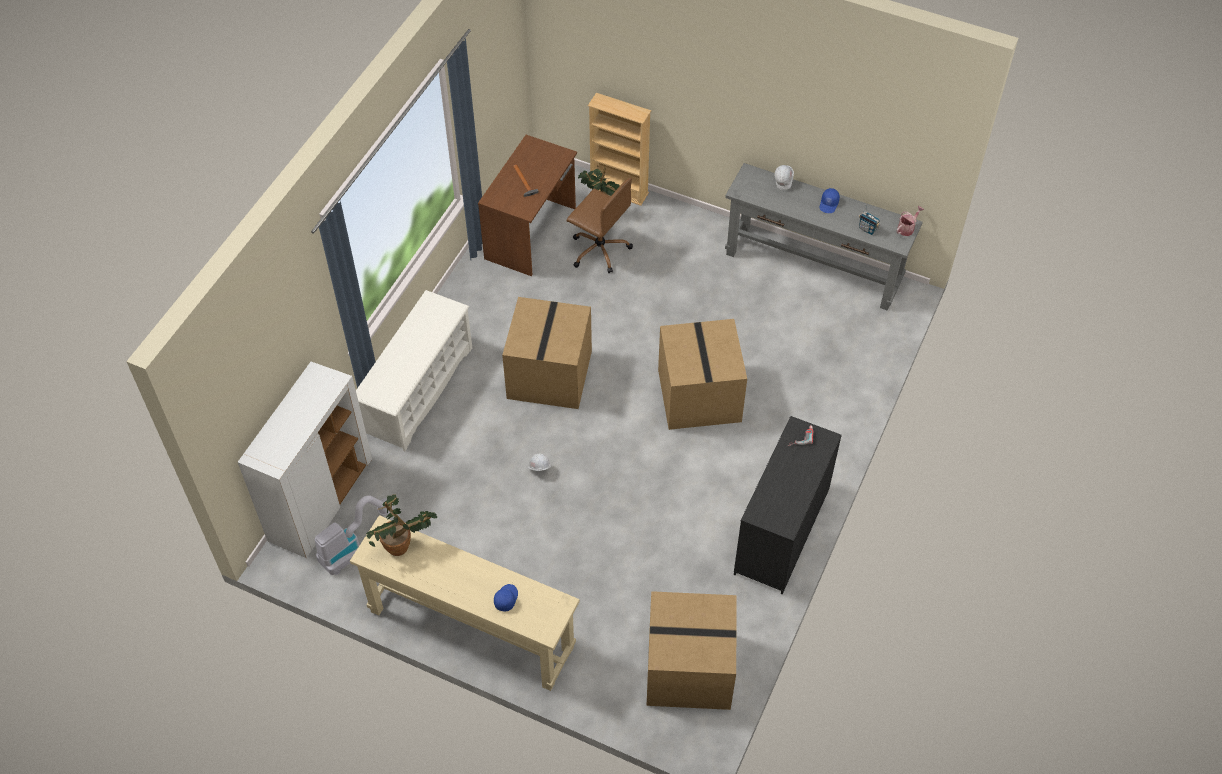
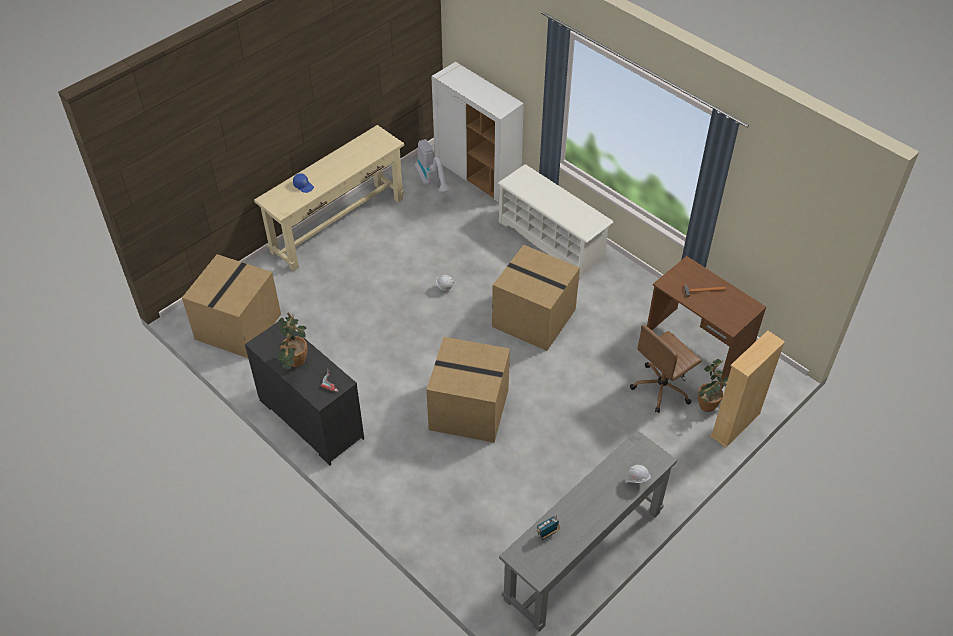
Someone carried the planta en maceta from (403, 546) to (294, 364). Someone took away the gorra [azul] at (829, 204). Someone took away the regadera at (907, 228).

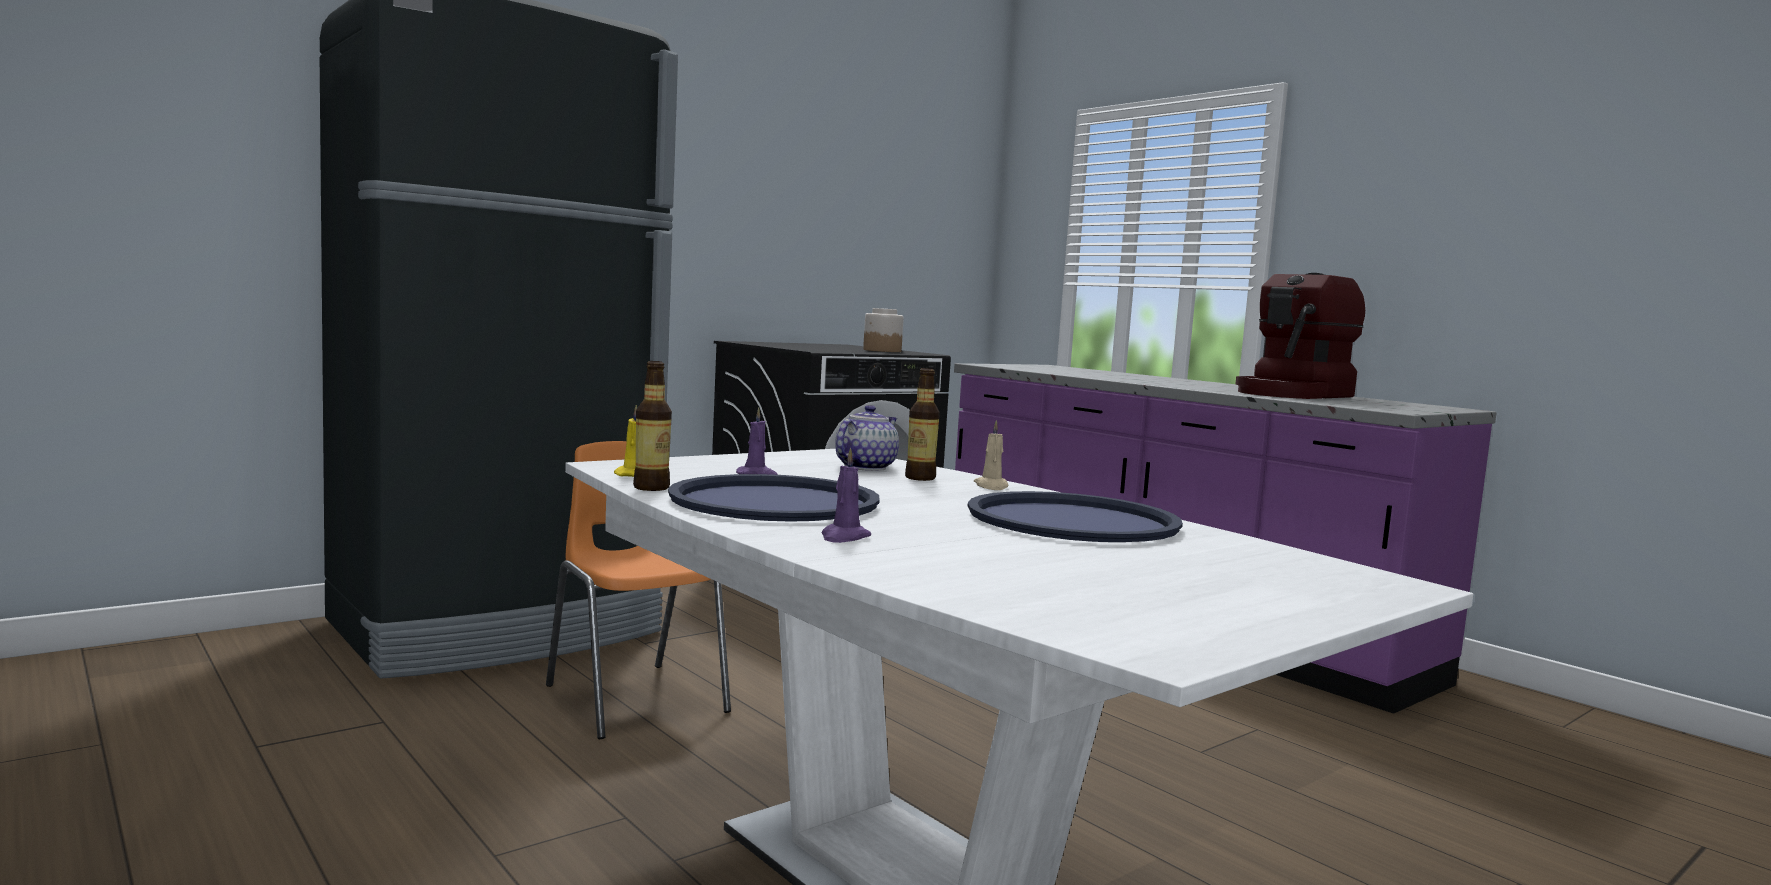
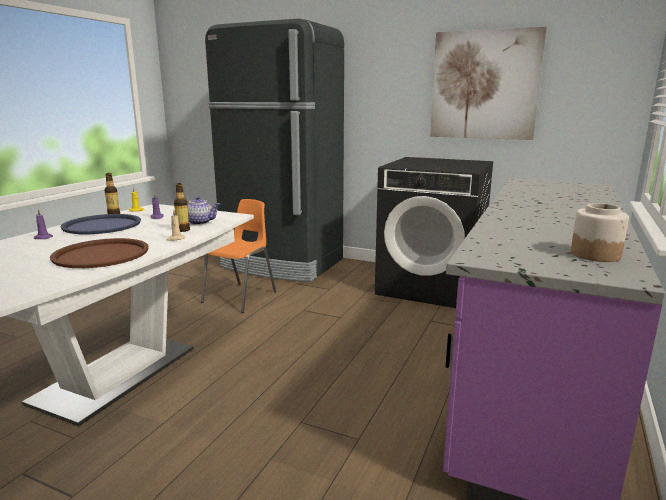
Someone repainted the bandeja [azul] at (1072, 520), which became the bandeja [marrón] at (101, 254). Someone put up the cuadro at (484, 85). Someone carried the tarro from (882, 350) to (595, 254). Someone took away the cafetera at (1294, 394).

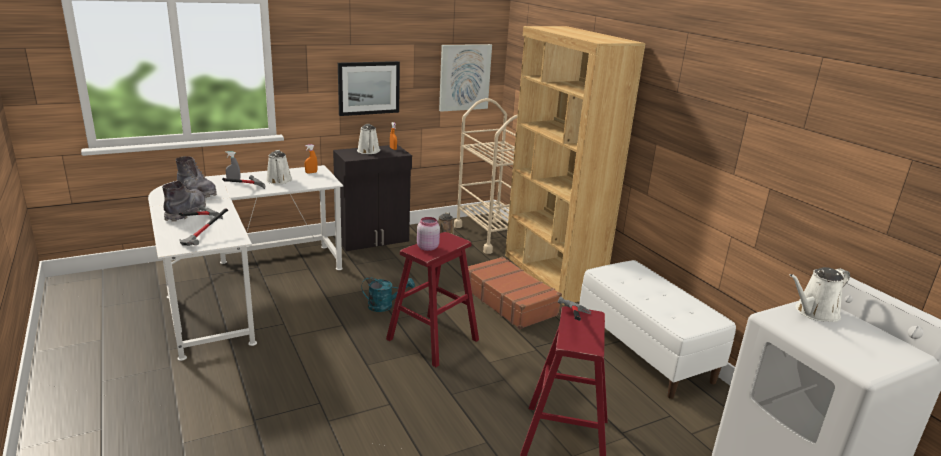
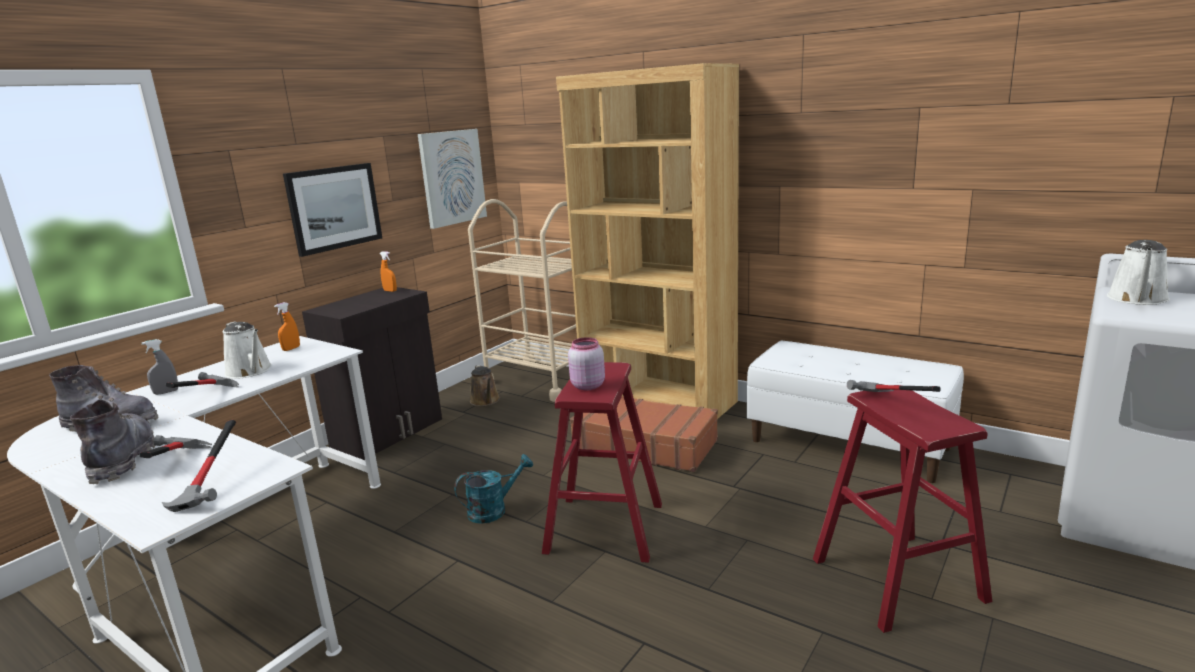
Someone took away the regadera [blanco] at (369, 151).

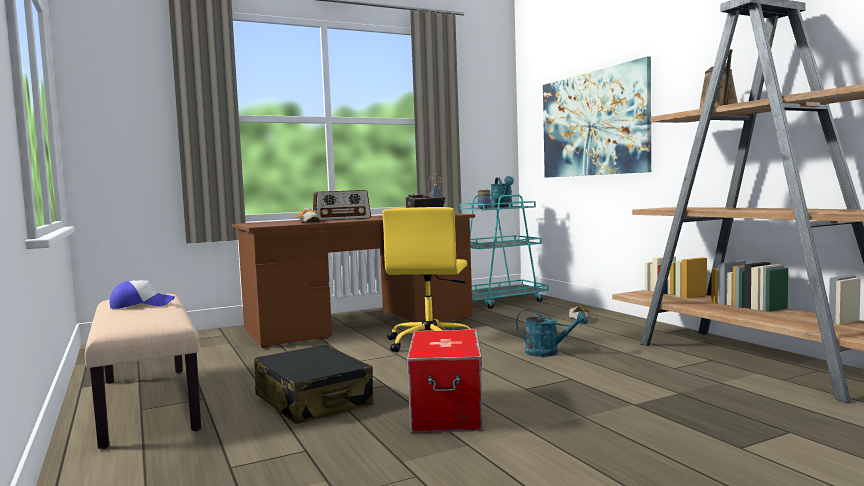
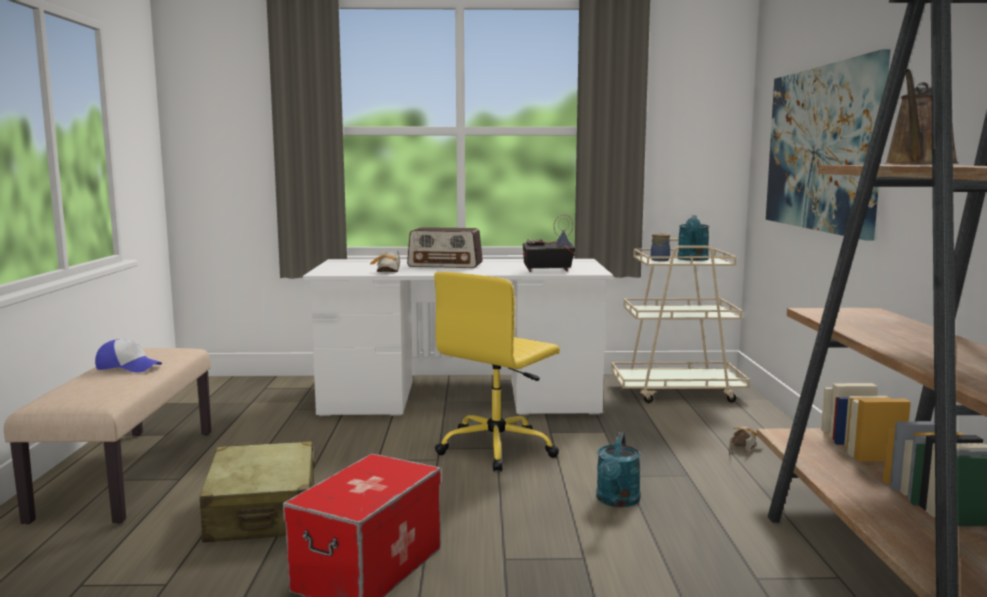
Someone repainted the maleta [negro] at (313, 401), which became the maleta [beis] at (263, 512). Someone repainted the escritorio [marrón] at (359, 324), which became the escritorio [blanco] at (461, 399). Someone rotated the regadera [turquesa] at (548, 353) by 60 degrees clockwise. Someone repainted the carrito [turquesa] at (500, 302), which became the carrito [beis] at (677, 392).

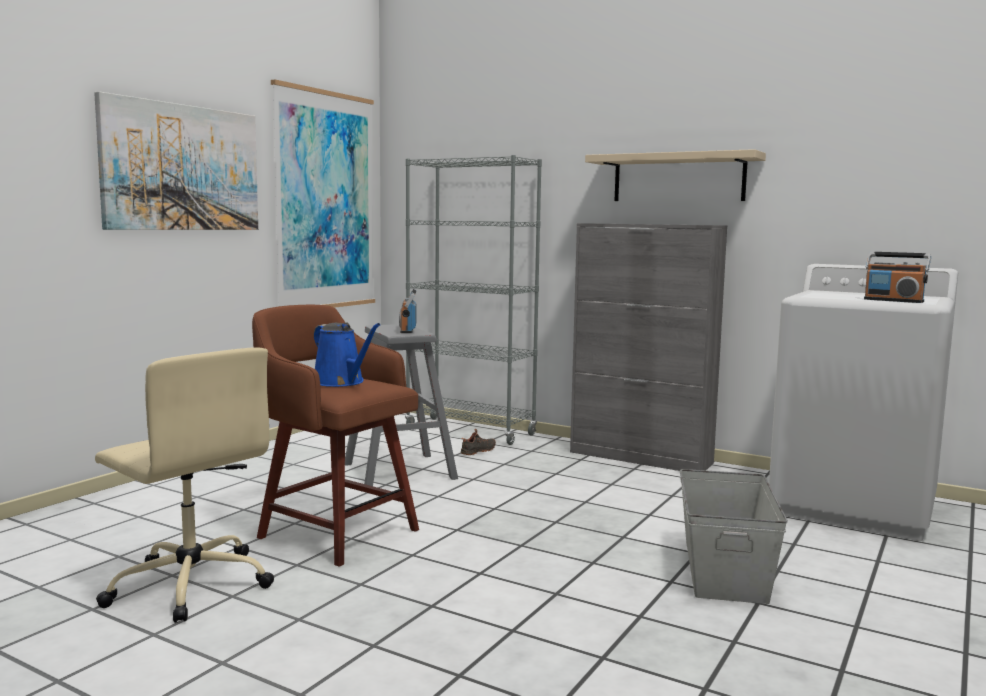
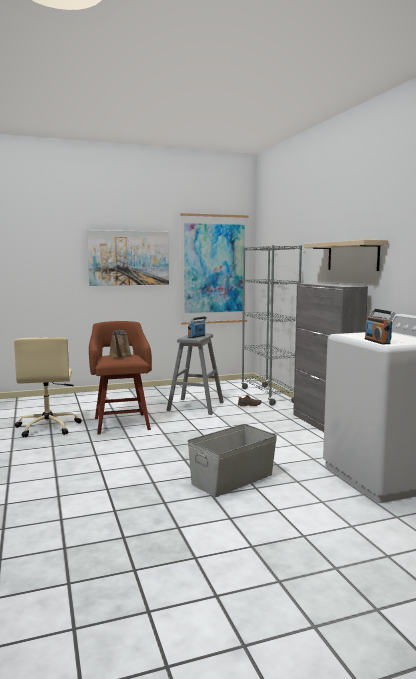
Someone repainted the regadera [azul] at (341, 382), which became the regadera [marrón] at (119, 356).

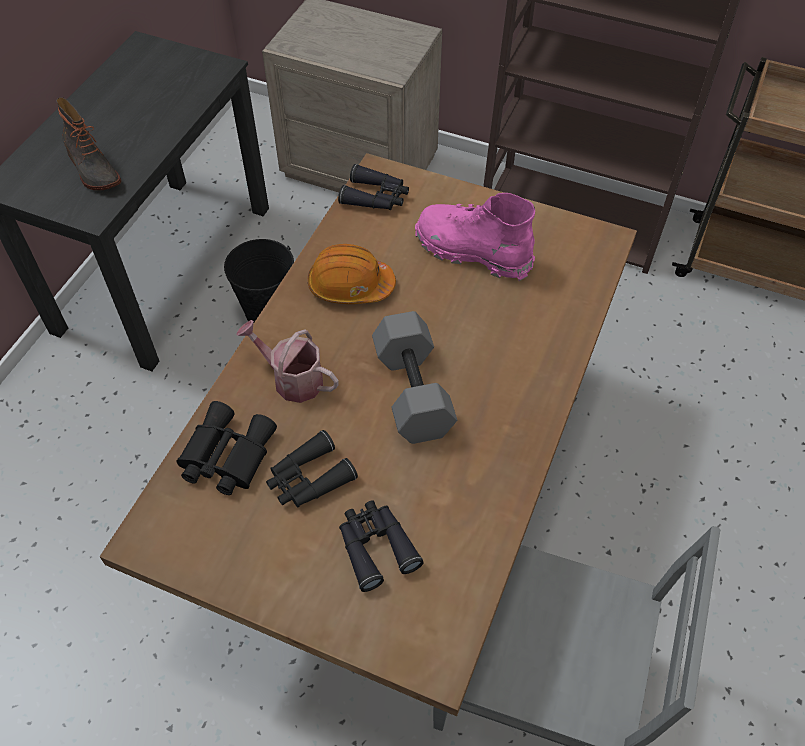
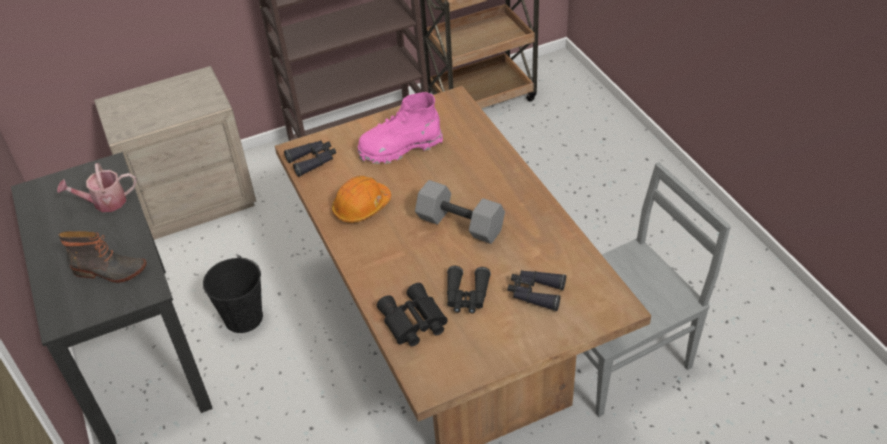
Someone carried the regadera from (292, 379) to (105, 202).

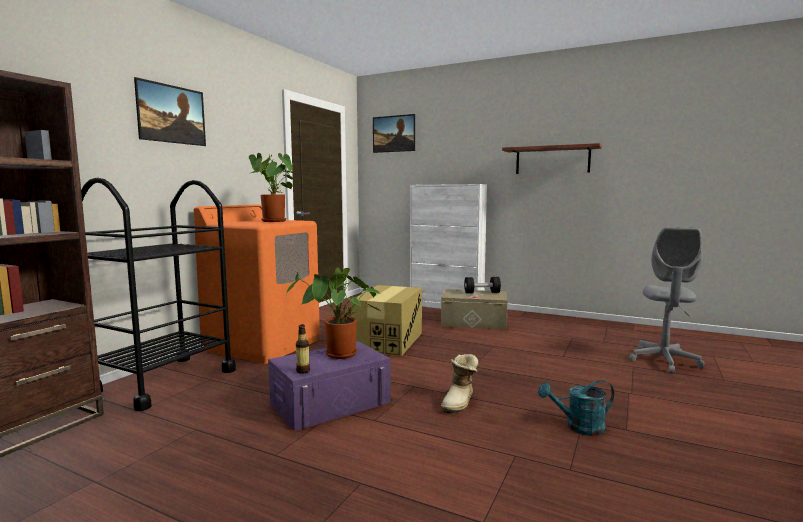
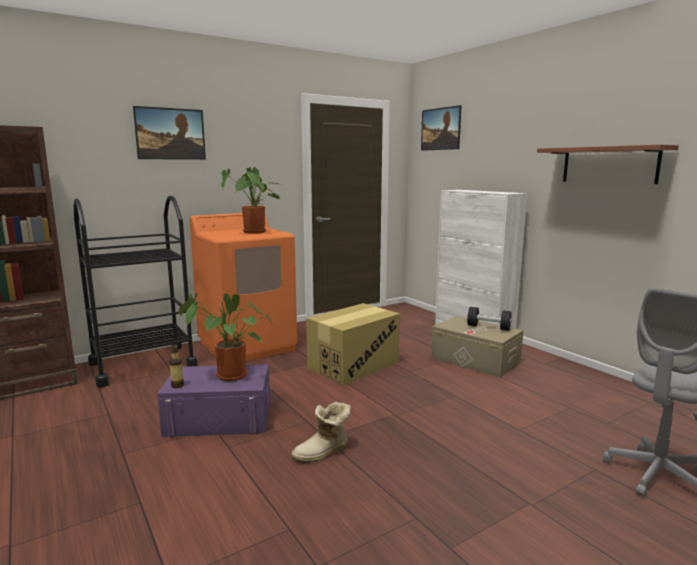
Someone took away the regadera [turquesa] at (579, 427).

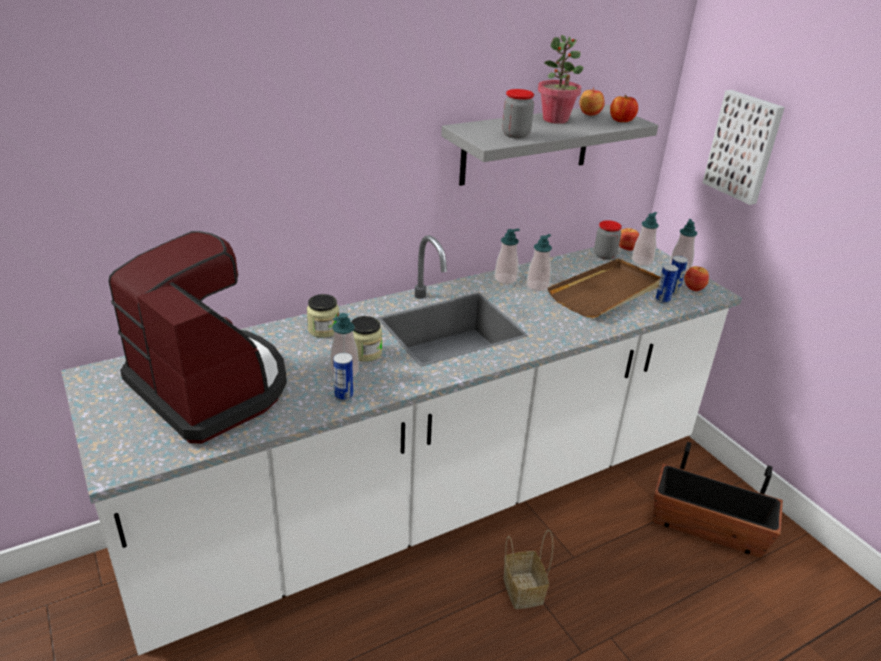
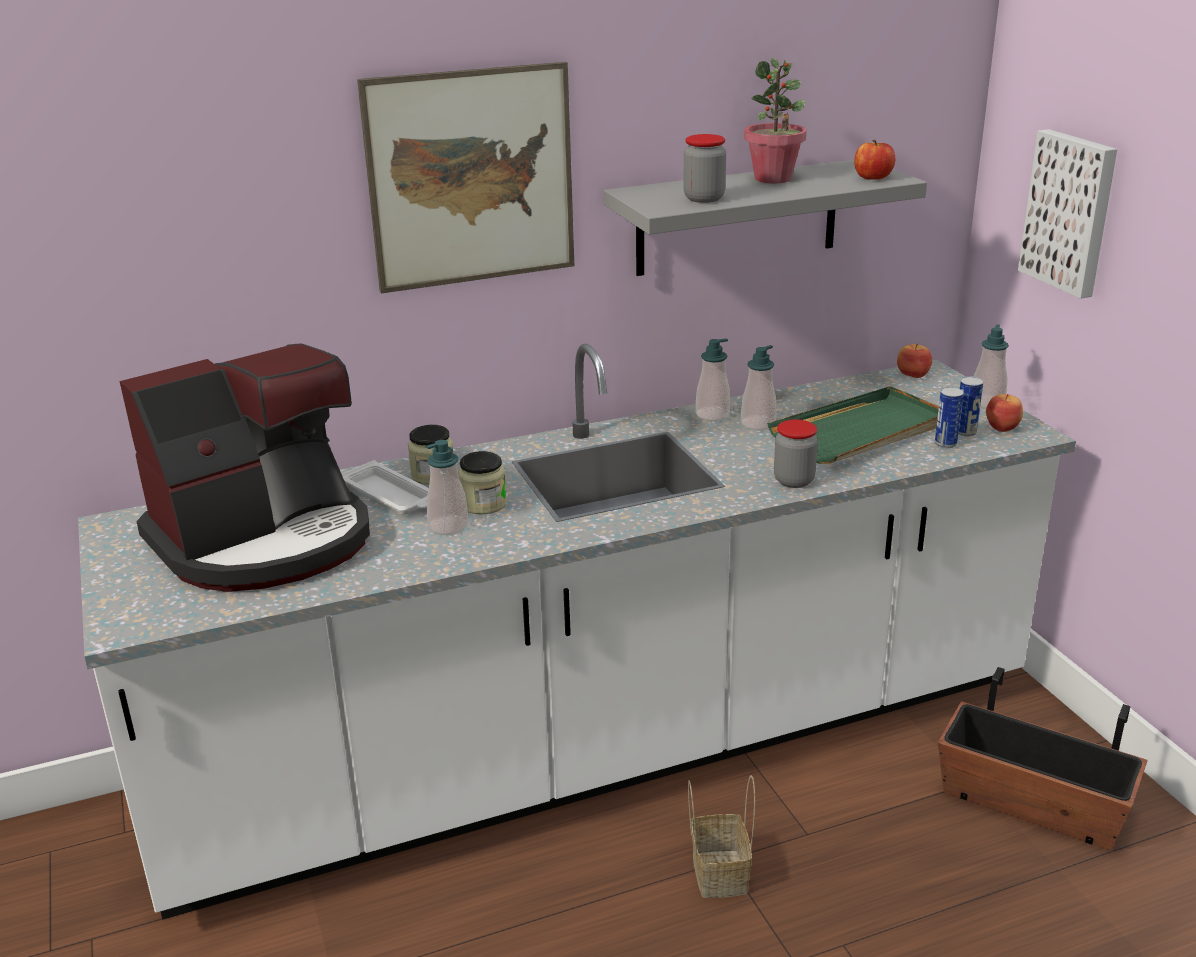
Someone rotated the cafetera at (211, 387) by 90 degrees clockwise. Someone put down the bandeja [blanco] at (390, 495). Someone put up the cuadro at (471, 177). Someone repainted the bandeja [marrón] at (606, 292), which became the bandeja [verde] at (861, 432). Someone carried the tarro from (604, 255) to (794, 480). Someone took away the lata at (344, 397). Someone took away the manzana at (589, 114). Someone took away the dispensador de jabón at (642, 261).

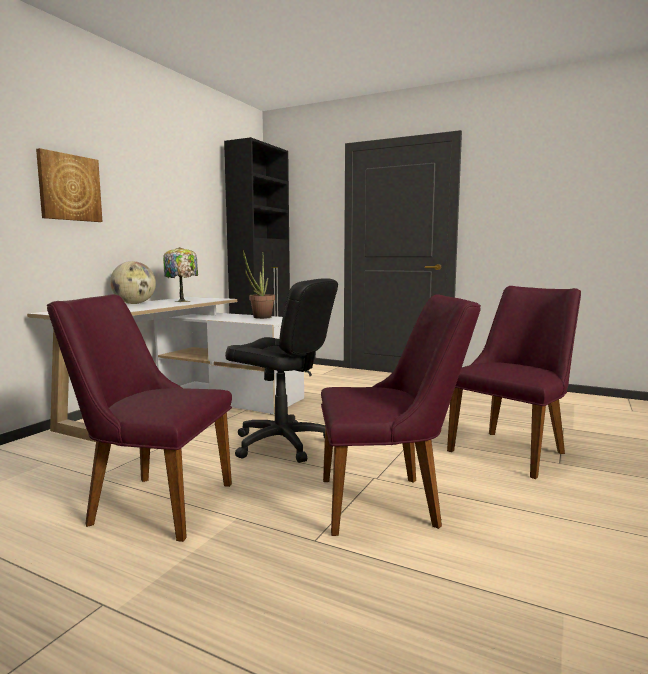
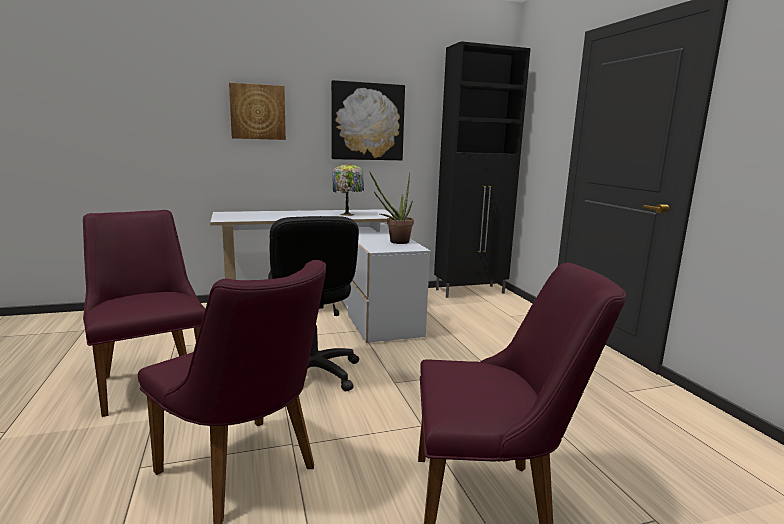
Someone put up the cuadro at (367, 122). Someone took away the globo terráqueo at (134, 303).

